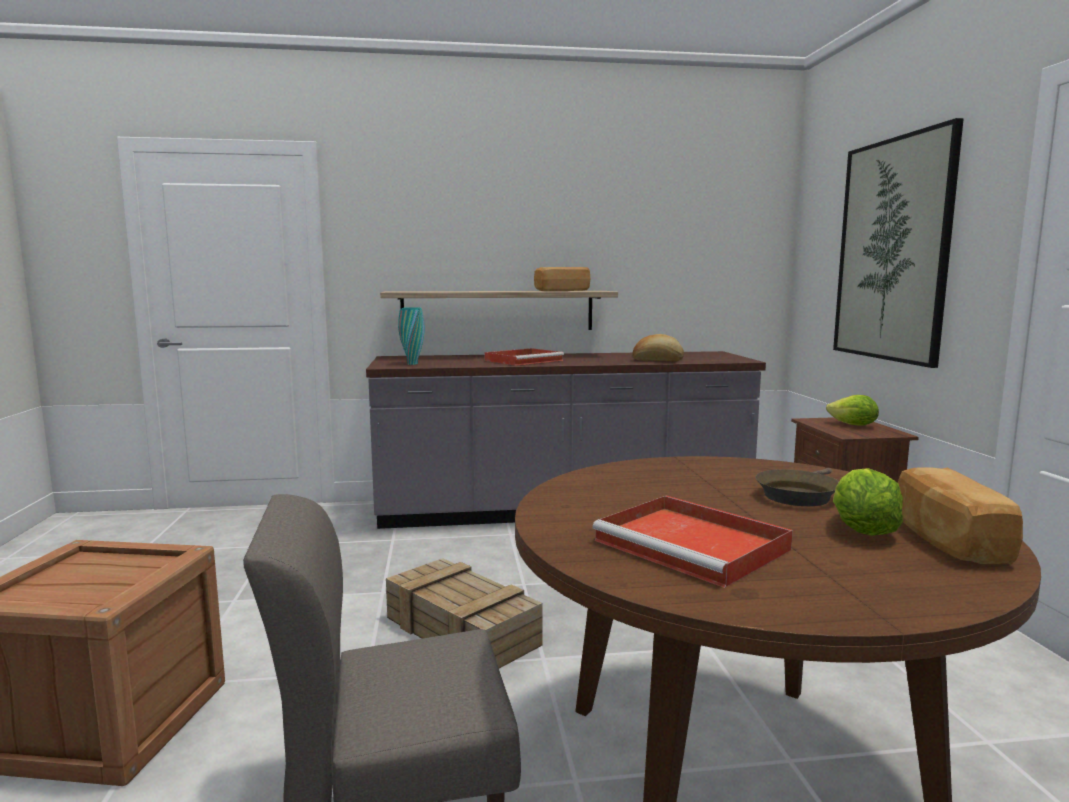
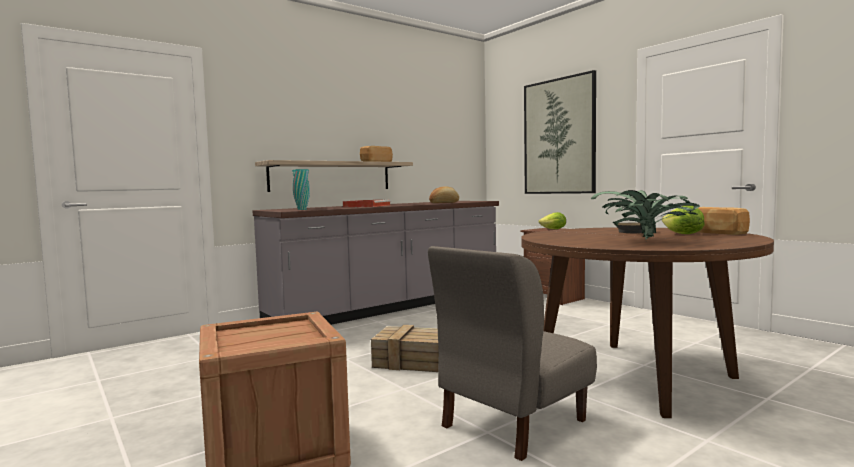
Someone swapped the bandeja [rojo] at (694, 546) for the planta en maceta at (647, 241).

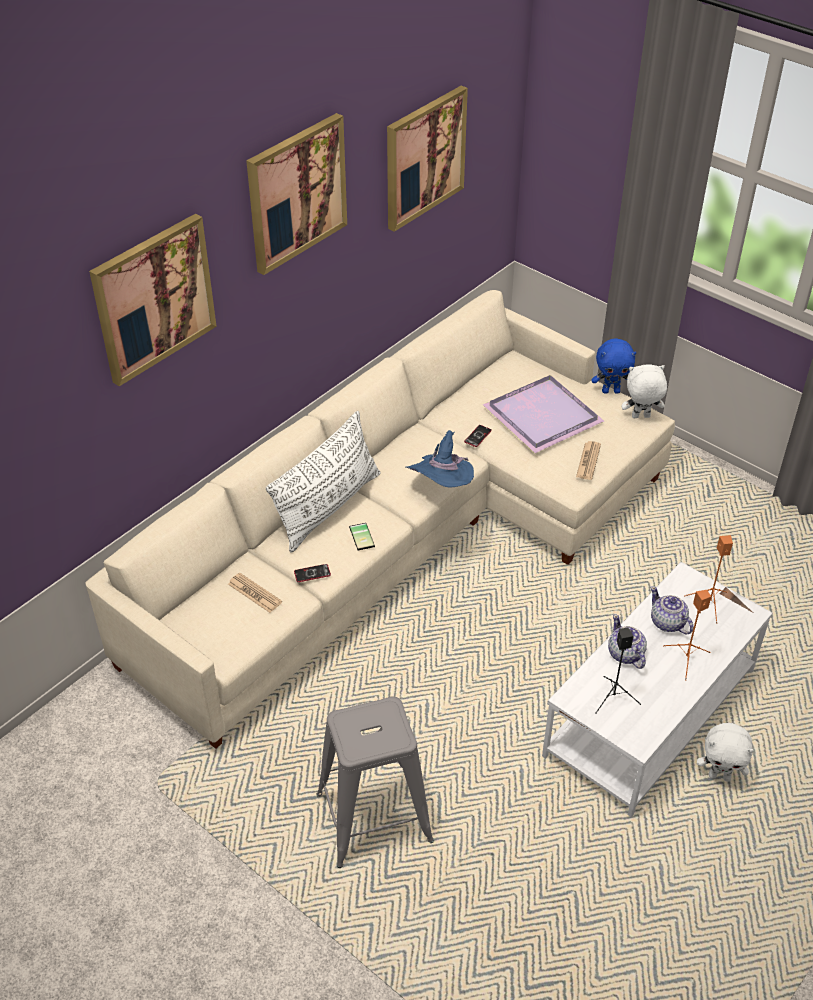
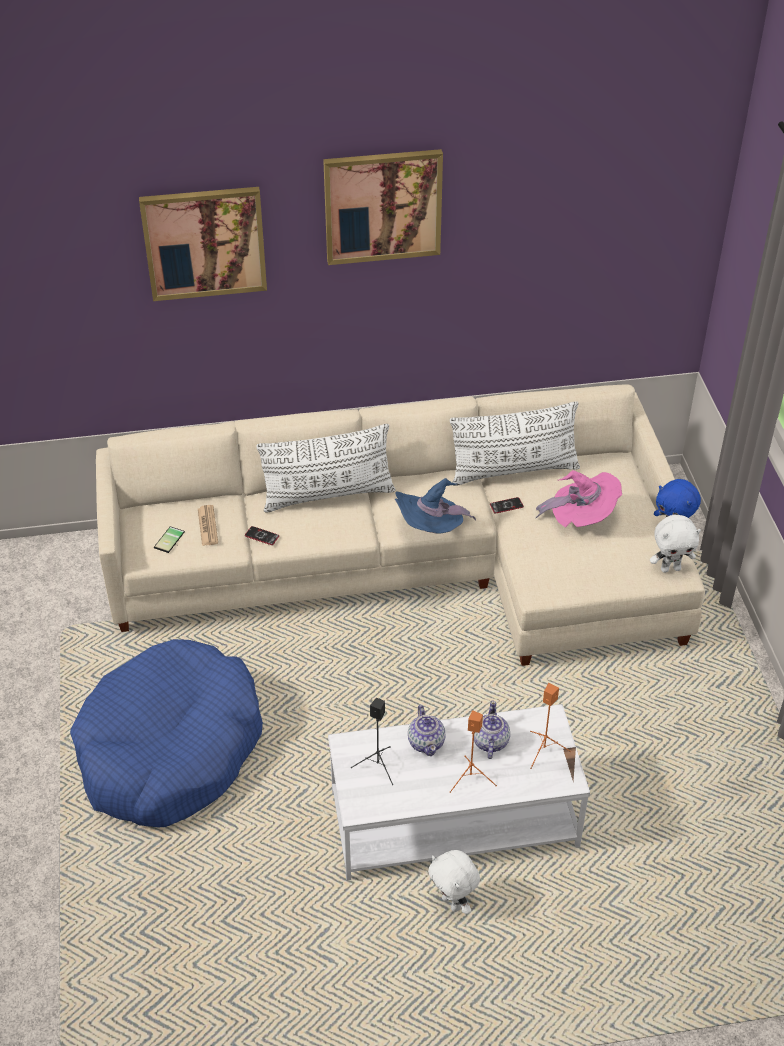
Someone swapped the taburete [gris] at (374, 818) for the cama para perro [azul] at (170, 749). Someone carried the móvil from (363, 536) to (171, 540). Someone rotated the tetera at (625, 654) by 150 degrees clockwise. Someone put down the cojín [blanco] at (513, 470). Someone swapped the bandeja [morado] at (542, 414) for the sombrero [rosa] at (582, 518). Someone rotated the peluche [blanco] at (640, 417) by 135 degrees clockwise. Someone took away the cuadro at (424, 157). Someone took away the periódico at (588, 461).

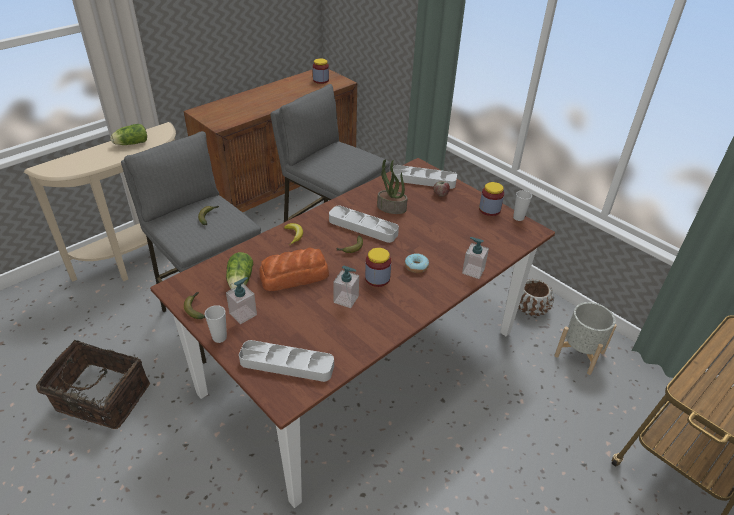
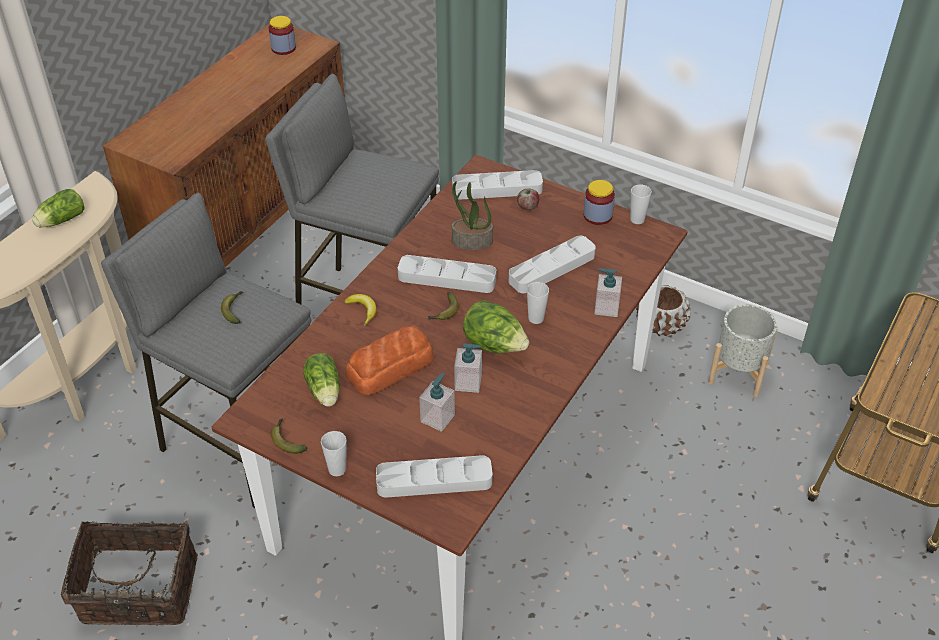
Someone carried the dispensador de jabón from (243, 314) to (437, 418). Someone swapped the tarro at (377, 278) for the lechuga at (494, 346). Someone put down the bandeja [gris] at (552, 268). Someone swapped the rosquilla at (416, 267) for the taza at (536, 318).

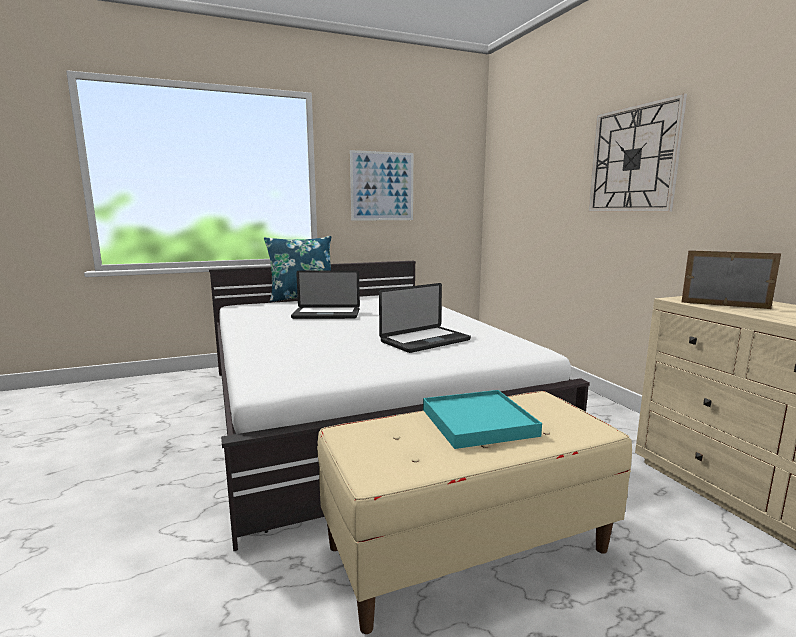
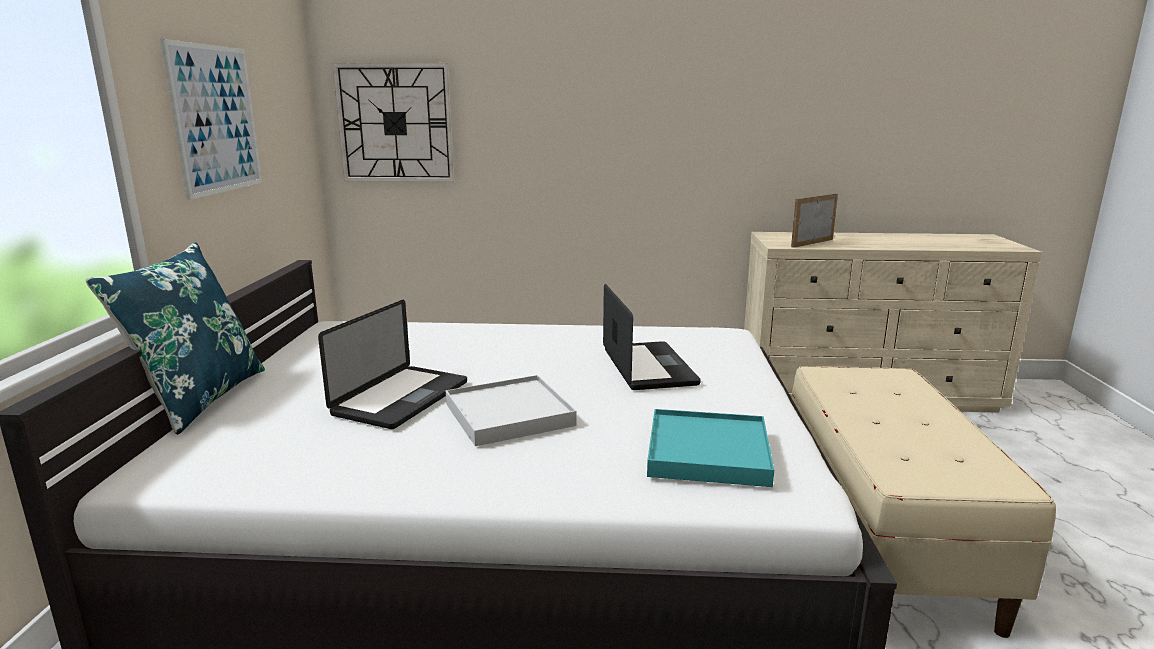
Someone carried the reloj de pared from (633, 159) to (395, 123). Someone put down the bandeja [blanco] at (508, 414). Someone carried the bandeja [turquesa] from (478, 422) to (707, 452).

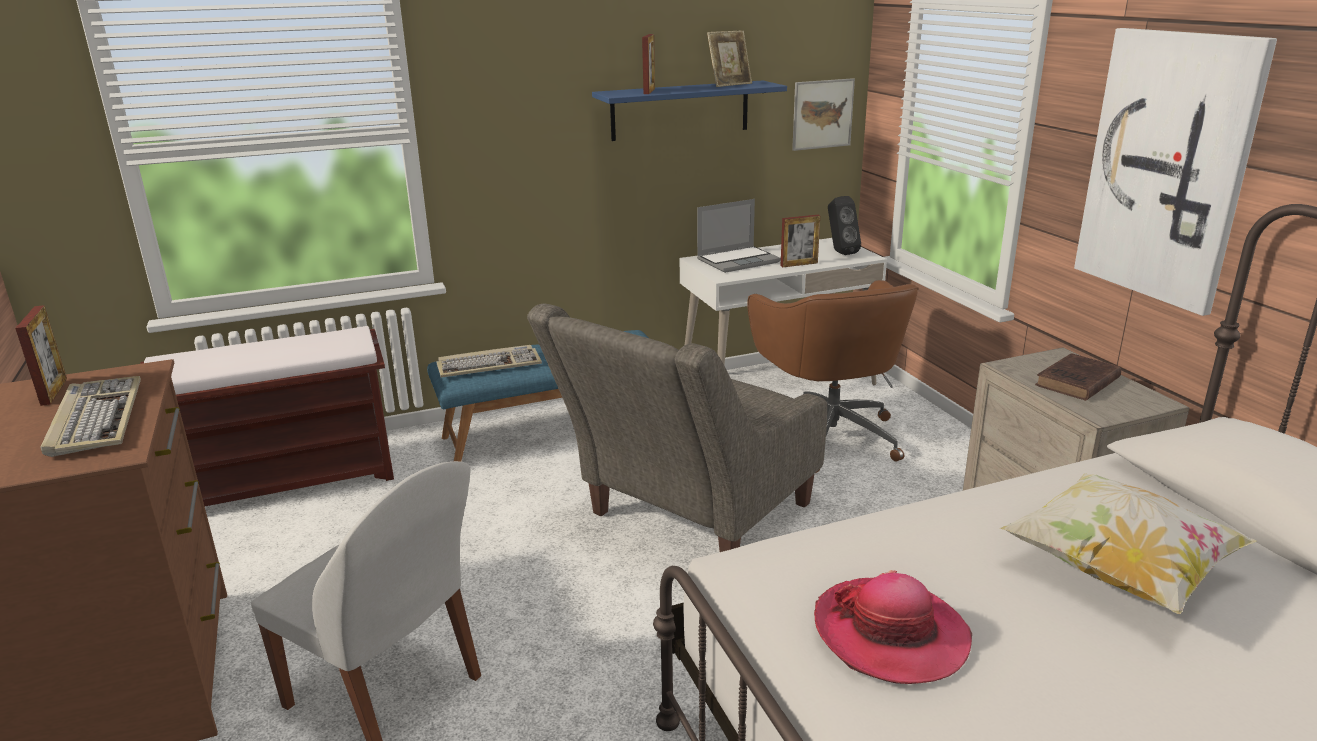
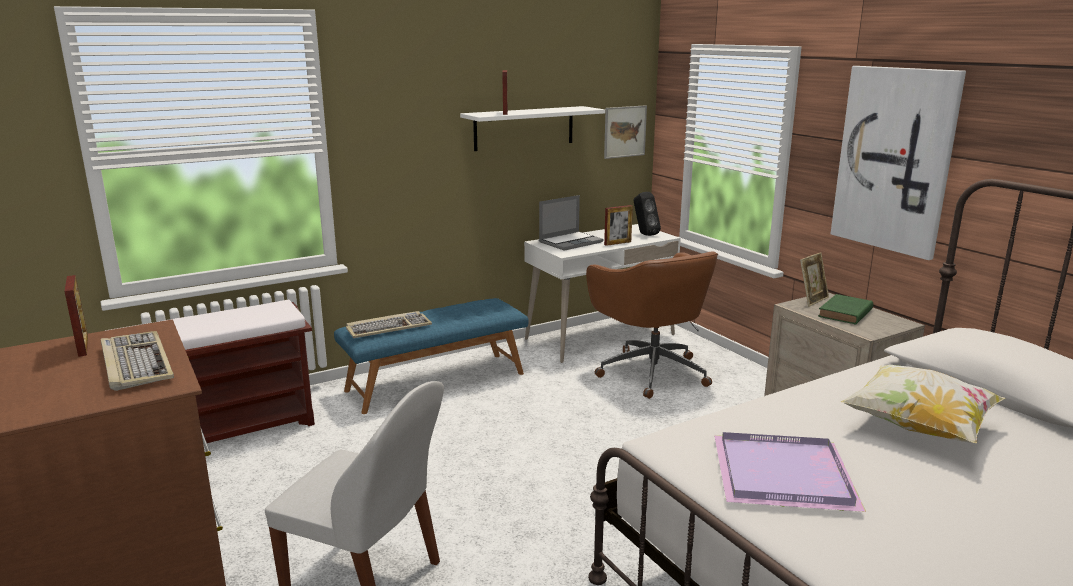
Someone repainted the estante [azul] at (680, 110), which became the estante [blanco] at (524, 128). Someone swapped the sombrero at (890, 634) for the bandeja [morado] at (786, 477). Someone carried the portarretratos from (729, 84) to (812, 300). Someone repainted the libro [marrón] at (1076, 382), which became the libro [verde] at (844, 313). Someone took away the sillón [gris] at (686, 519).

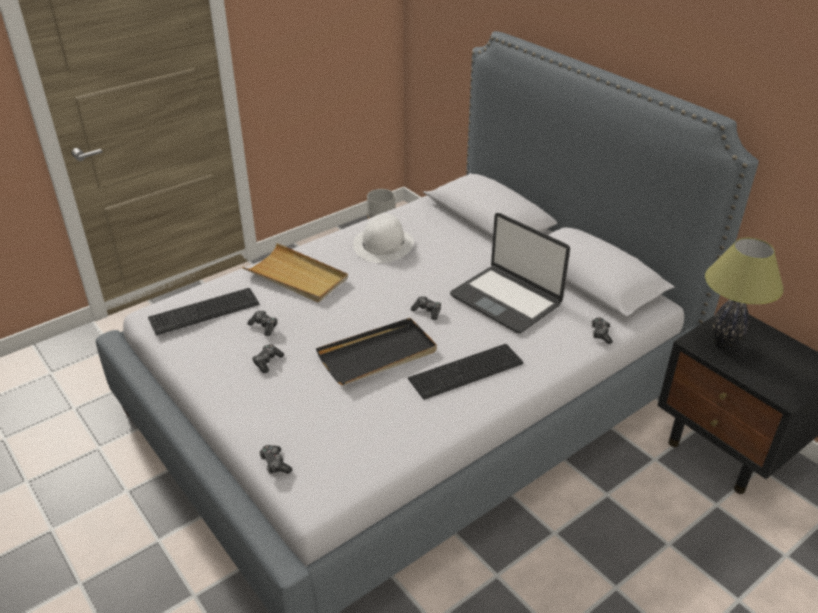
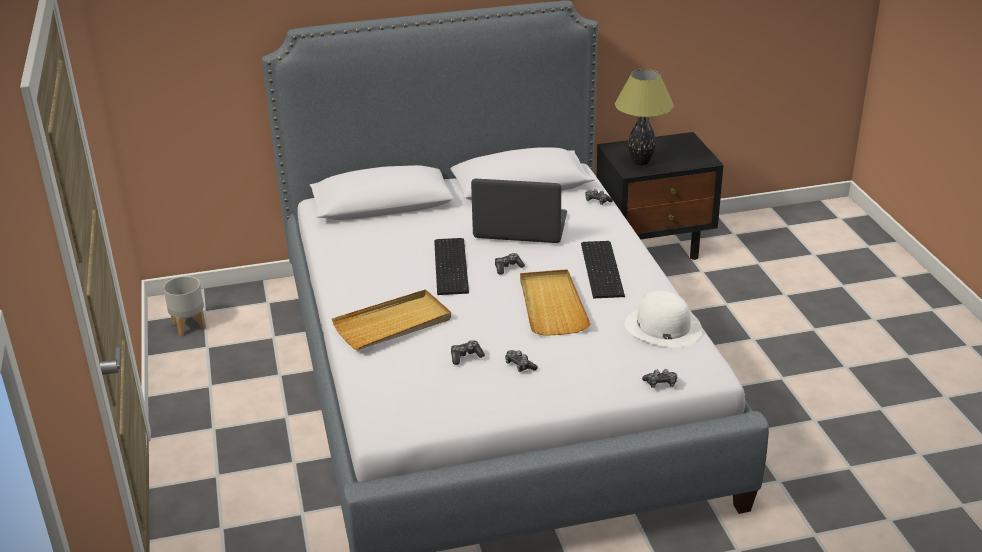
Someone carried the teclado from (206, 312) to (452, 265). Someone rotated the portátil at (506, 299) by 150 degrees counterclockwise. Someone repainted the bandeja [negro] at (378, 355), which became the bandeja [beis] at (551, 305). Someone carried the sombrero [blanco] from (383, 244) to (662, 327).

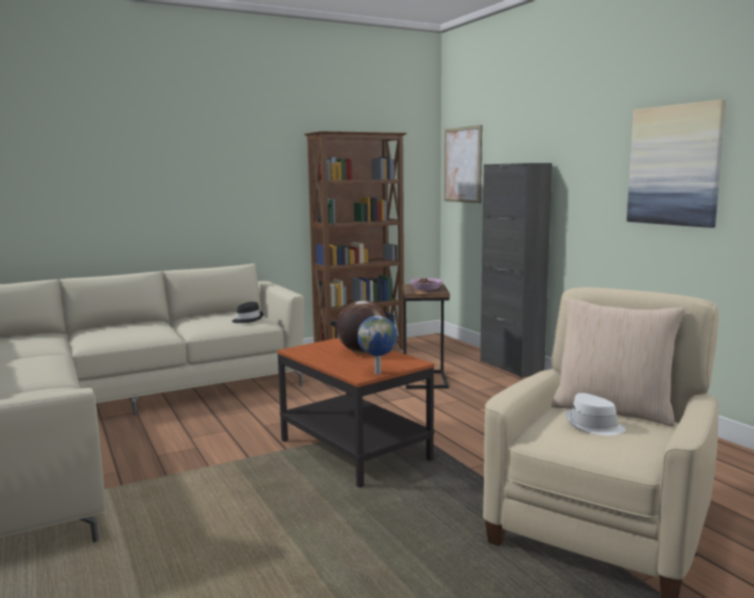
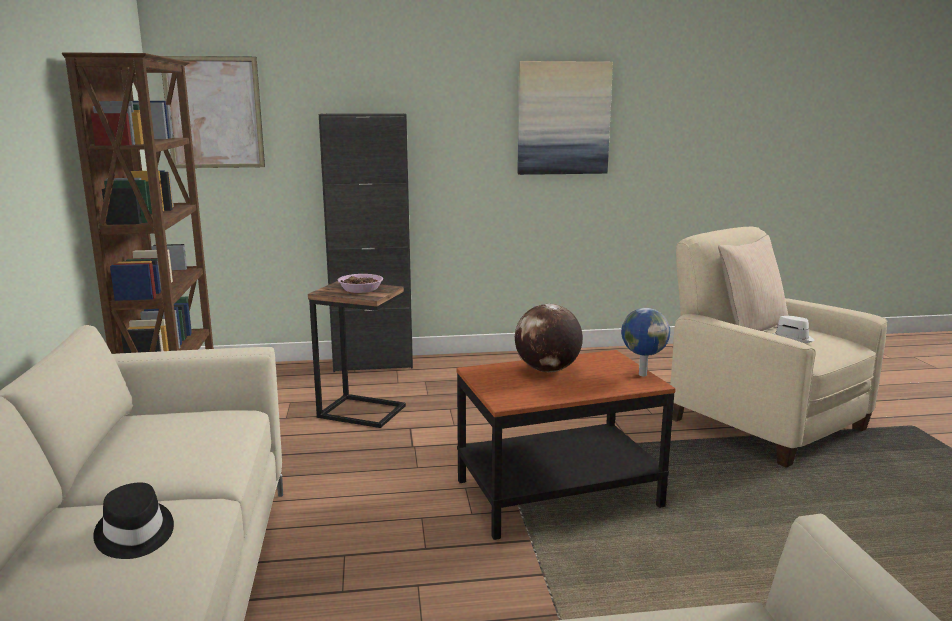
Someone carried the sombrero [negro] from (247, 319) to (134, 534).

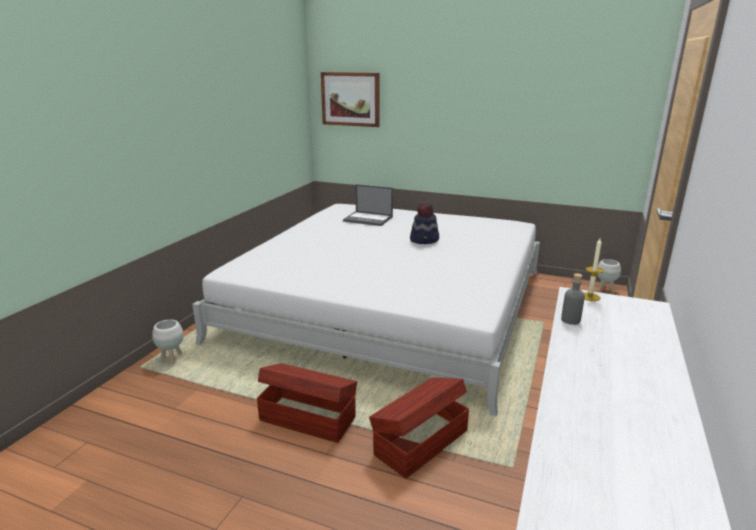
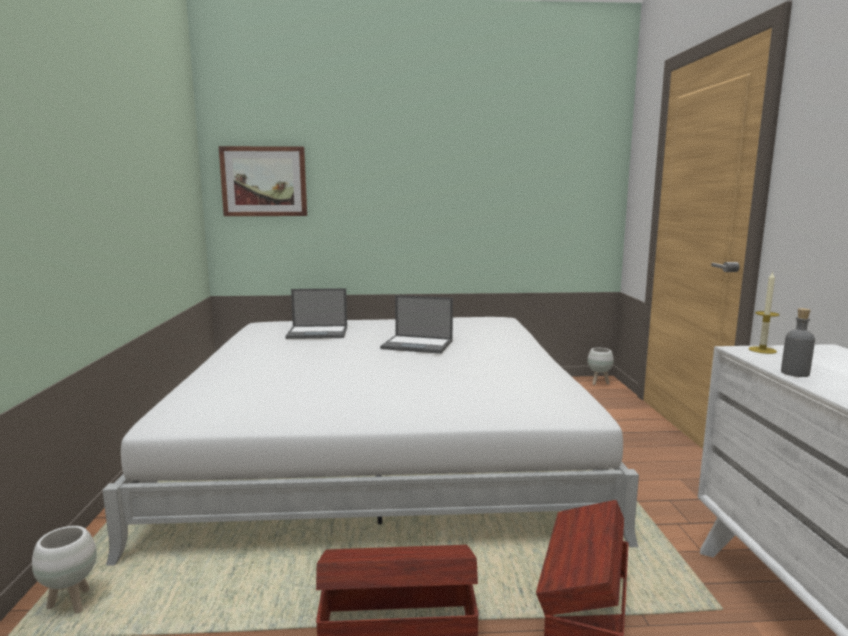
Someone swapped the sombrero at (424, 240) for the portátil at (418, 345).

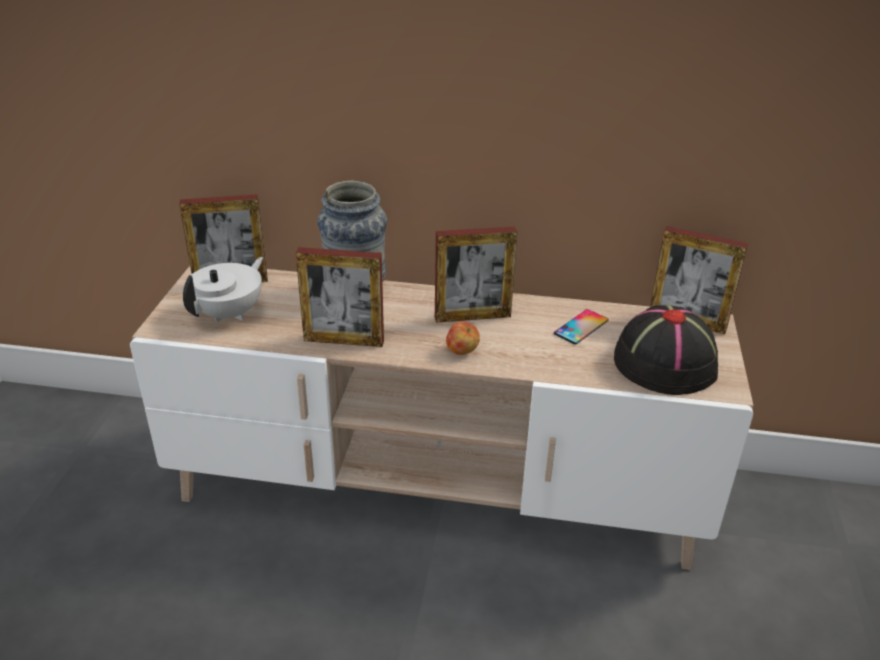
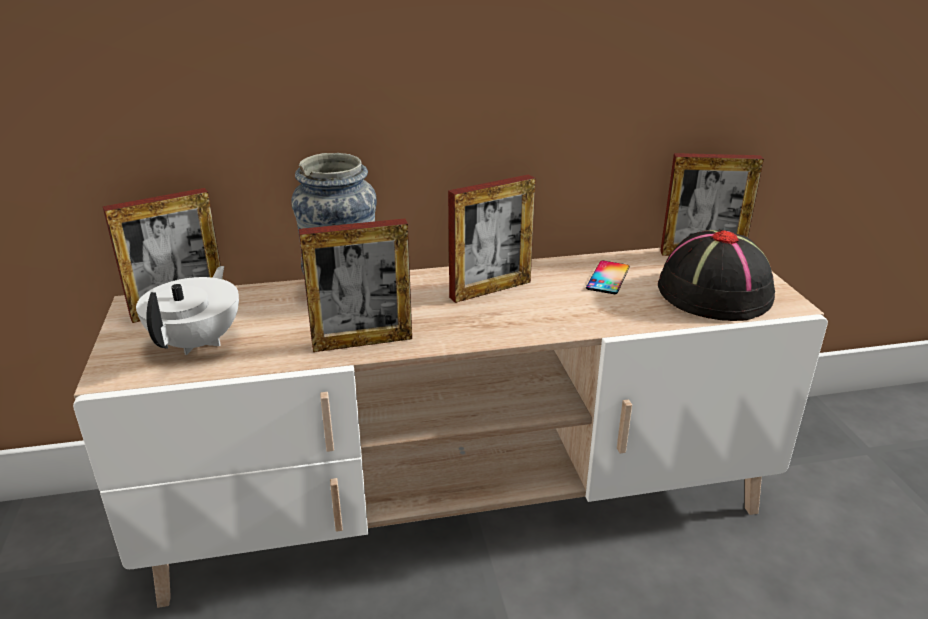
Someone took away the manzana at (462, 351).

